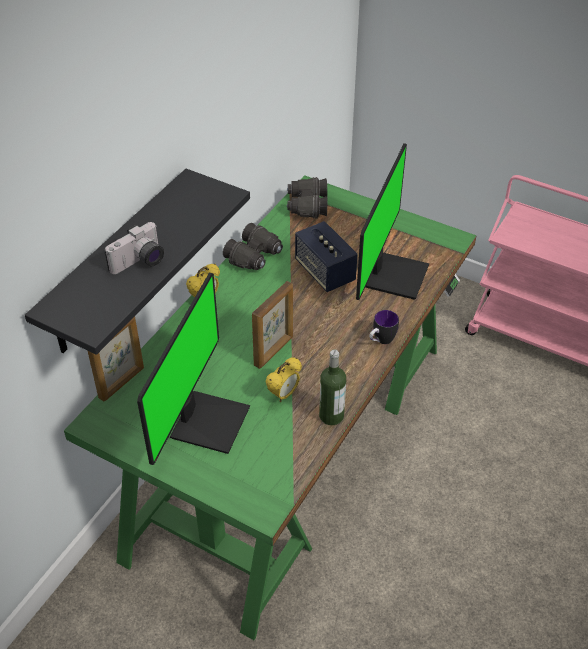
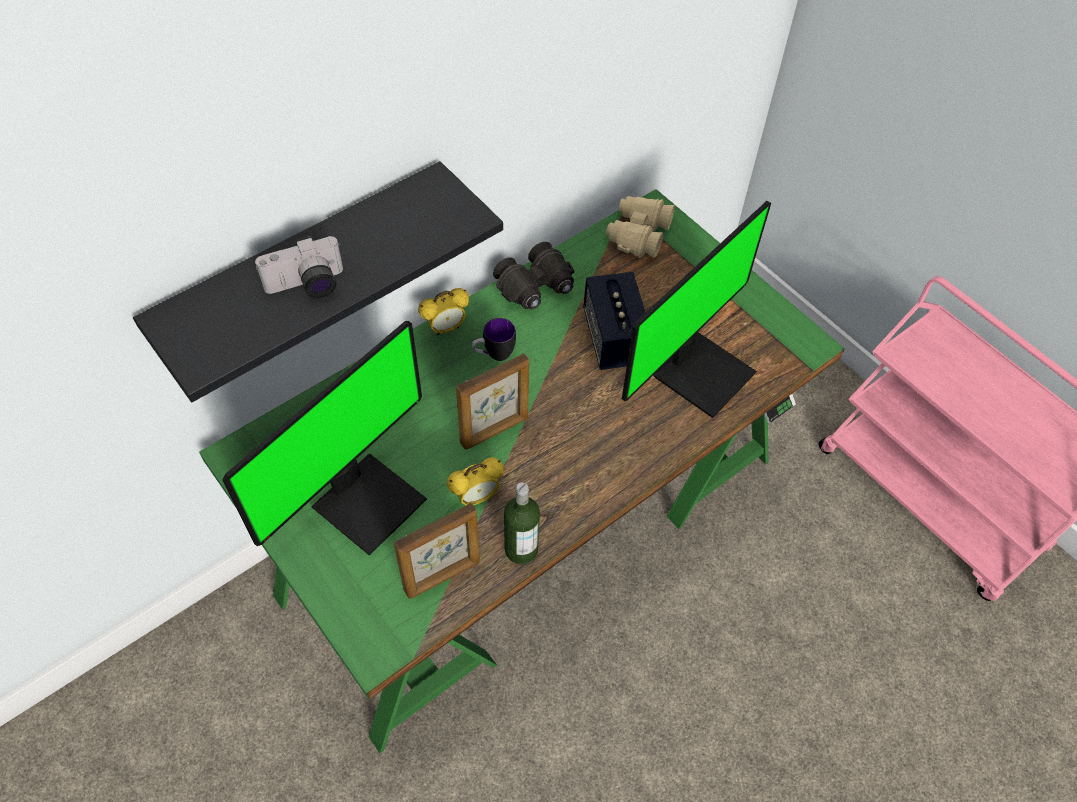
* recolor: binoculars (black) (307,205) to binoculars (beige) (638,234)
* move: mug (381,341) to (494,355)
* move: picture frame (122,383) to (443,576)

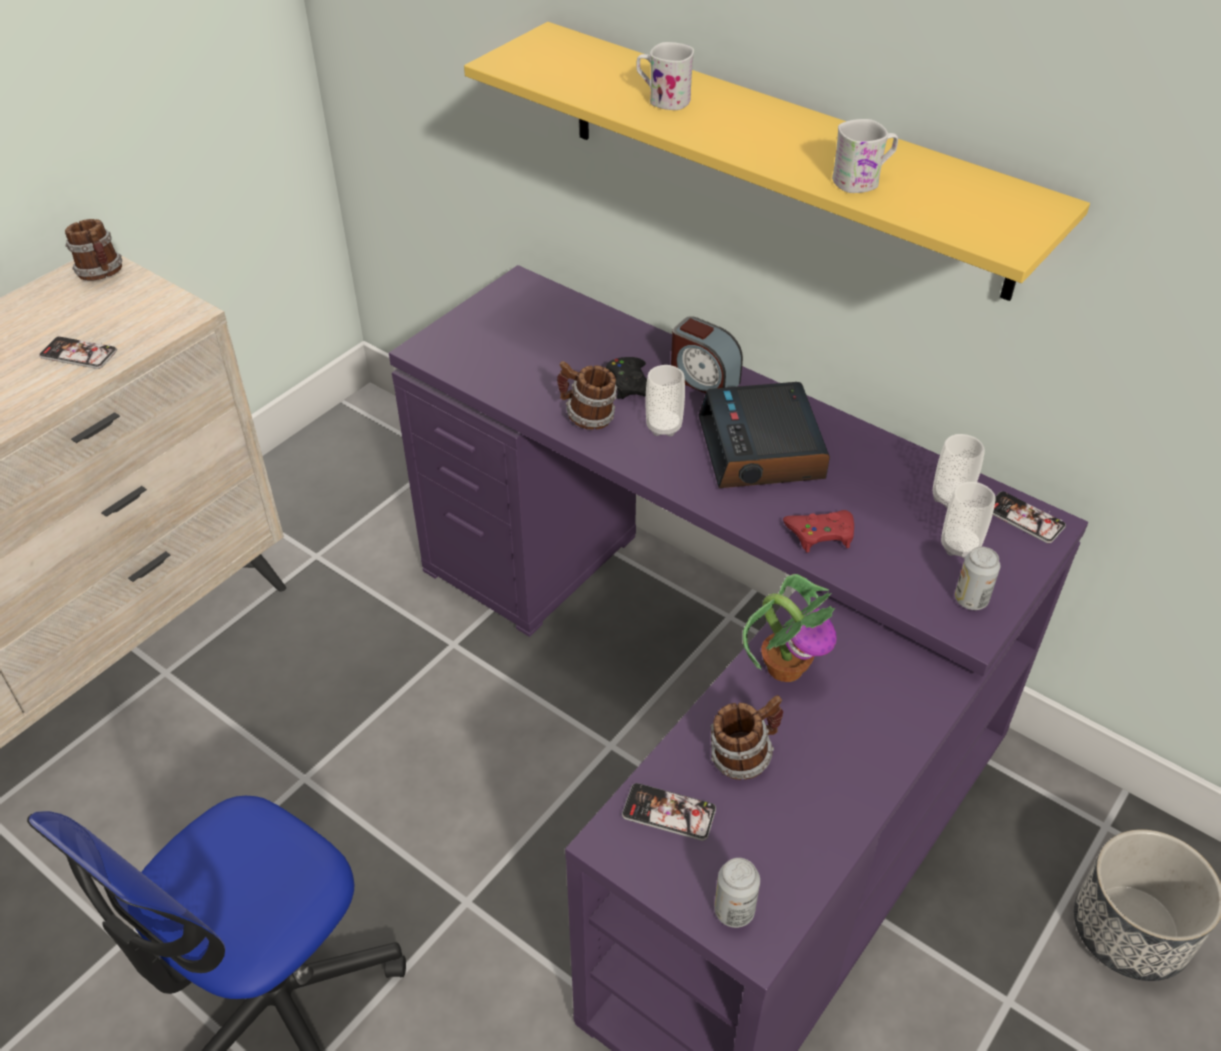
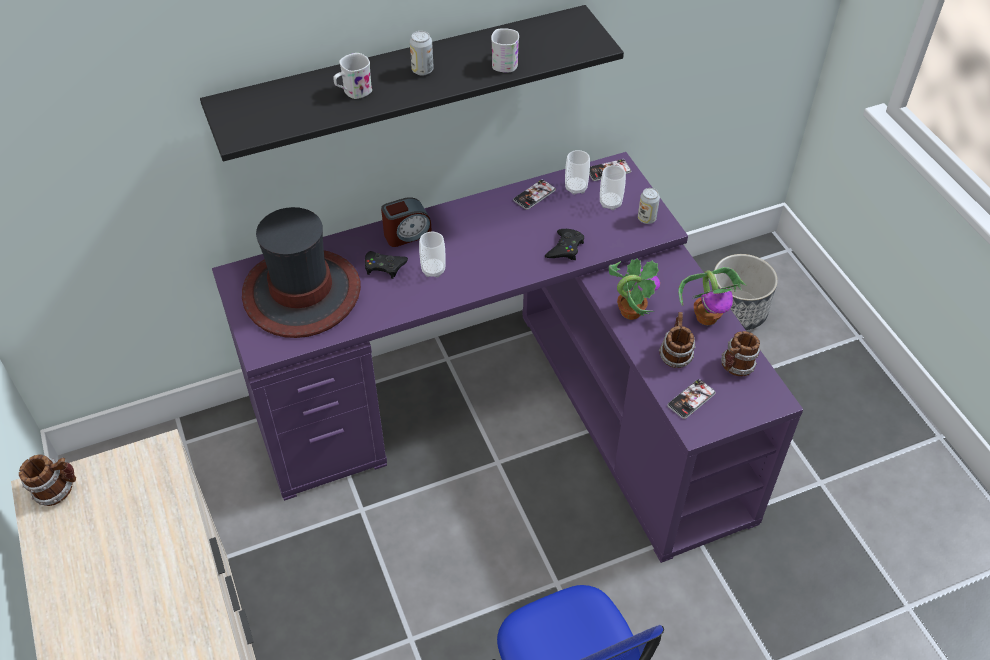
* recolor: shelf (yellow) (783,157) to shelf (black) (403,81)
* move: phone (78,354) to (534,195)
* move: mug (587,417) to (736,367)
* delete: alarm clock (762,449)
* recolor: game controller (red) (821,534) to game controller (black) (565,248)
* move: can (734,911) to (422,70)
* insert: hat (302,293)
* insert: potted plant (707,317)

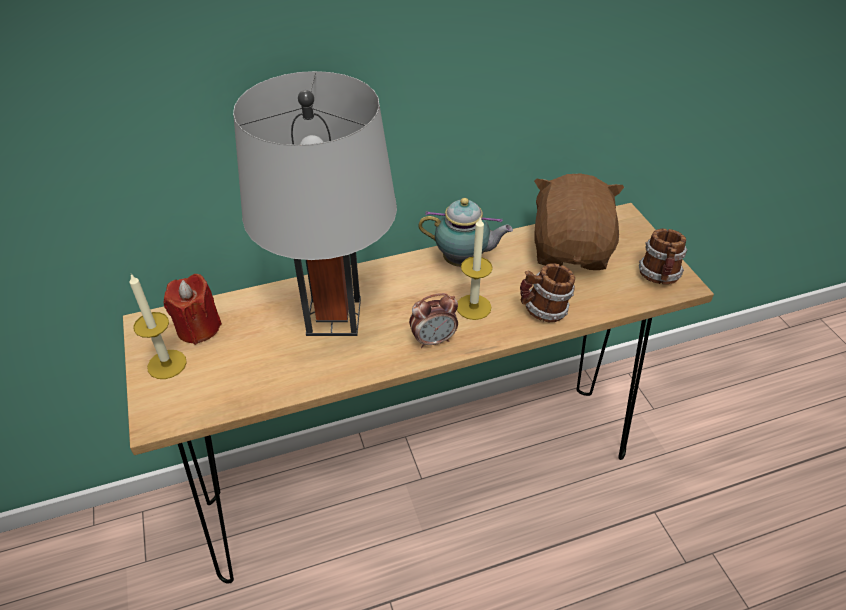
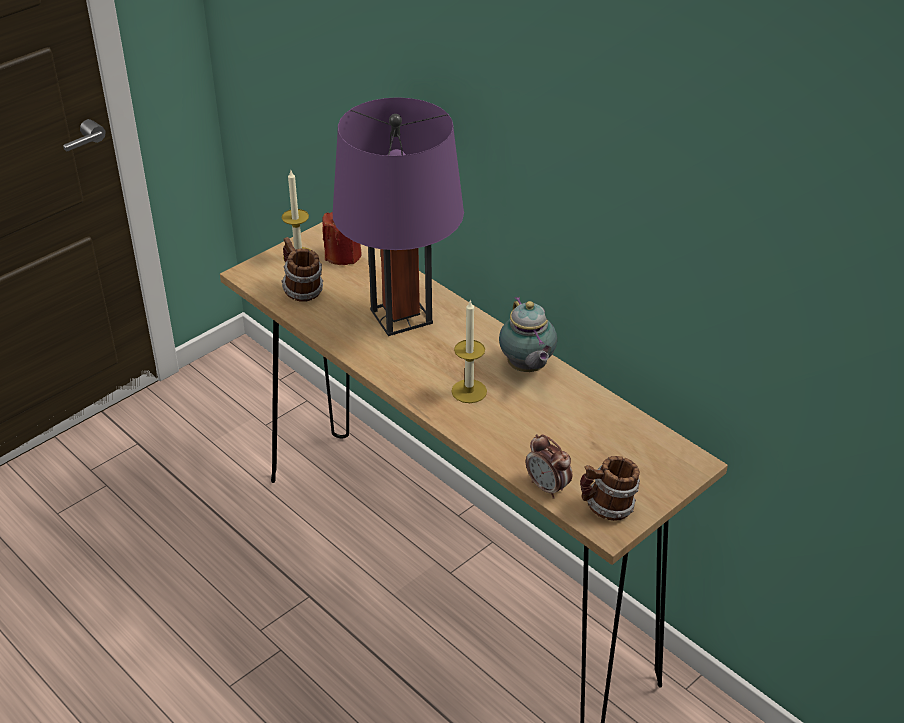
* recolor: table lamp (grey) (334,317) to table lamp (purple) (401,316)
* delete: plush toy (brown) (571,250)
* move: mug (543,311) to (301,290)
* move: alarm clock (433,340) to (547,487)

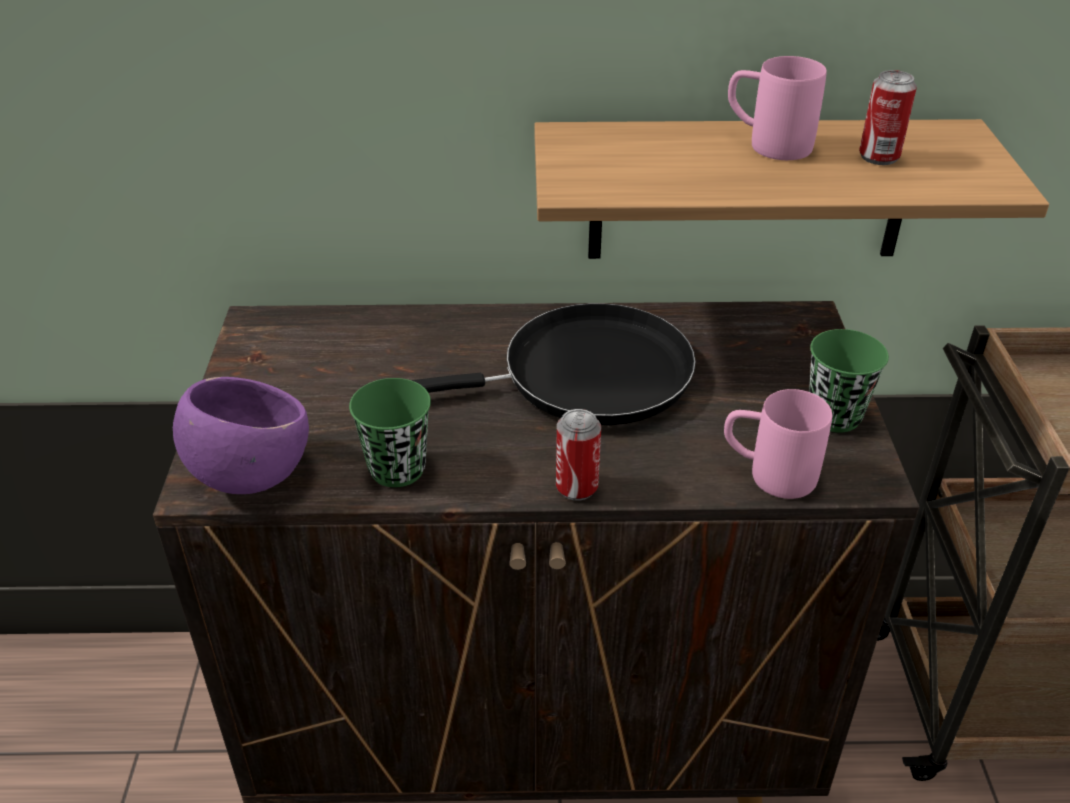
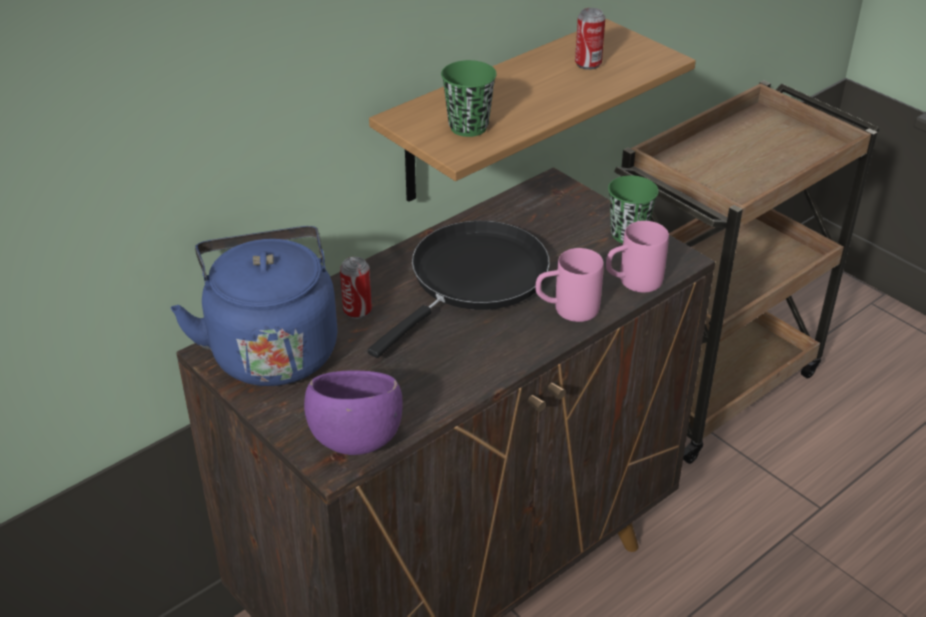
* move: mug (pink) (767,144) to (566,310)
* move: cup (green) (397,469) to (468,127)
* move: can (576,487) to (357,311)
* insert: kettle (blue) (272,348)

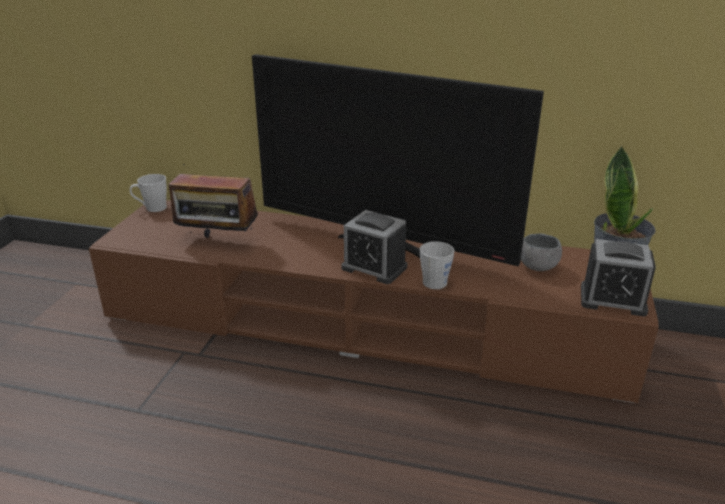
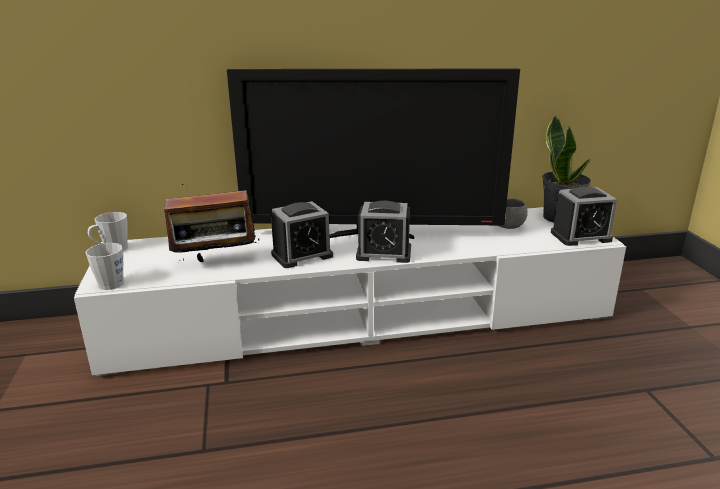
* recolor: tv stand (brown) (363,325) to tv stand (white) (361,317)
* move: mug (grey) (436,280) to (112,281)
* insert: alarm clock (302,255)

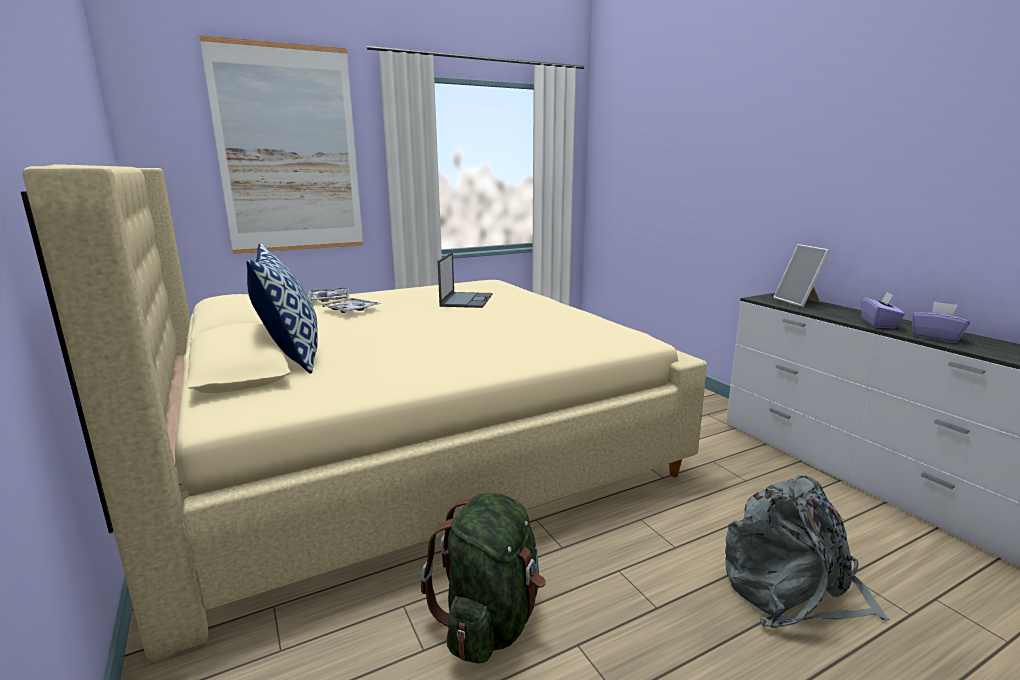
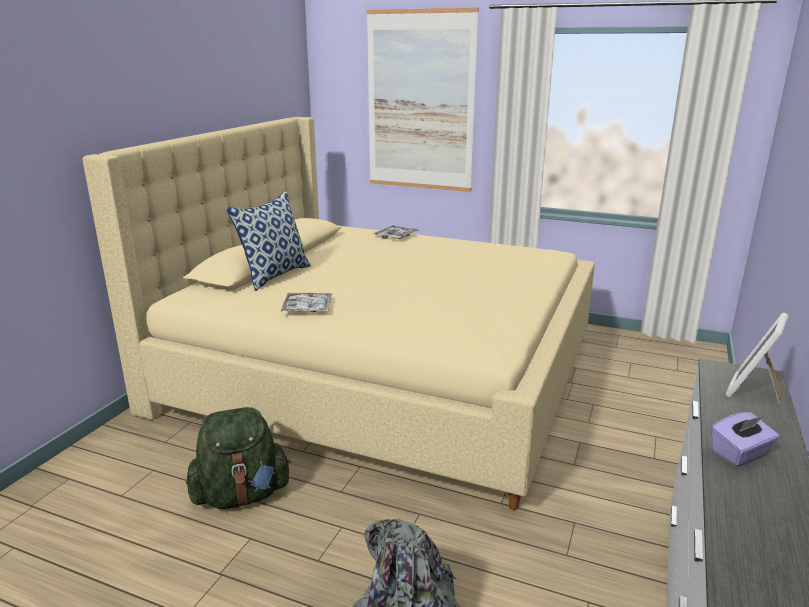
* delete: laptop (466,300)
* move: tray (351,310) to (307,308)
* delete: tissue box (purple) (936,337)

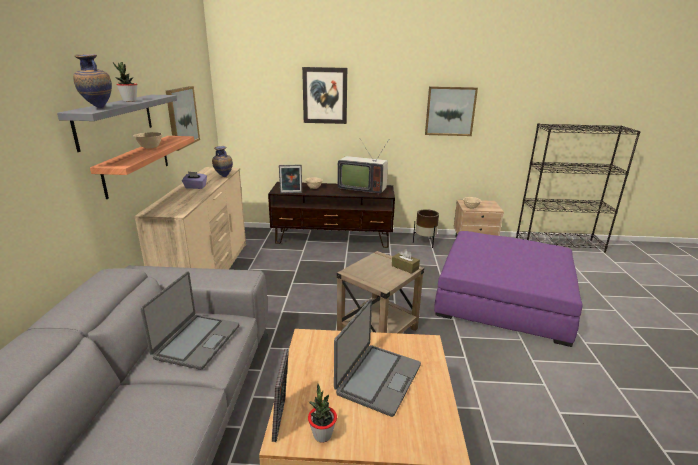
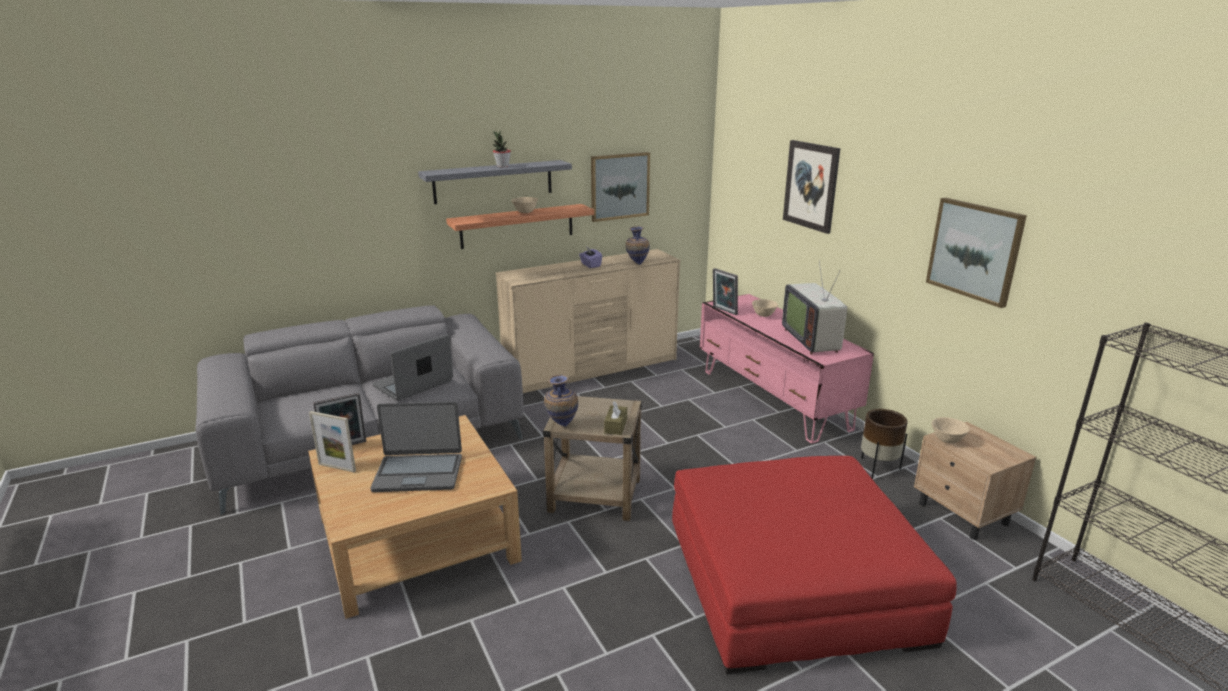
* move: vase (97,108) to (561,425)
* recolor: tv stand (brown) (333,238) to tv stand (pink) (773,399)
* recolor: ottoman (purple) (503,299) to ottoman (red) (793,581)
* rotate: laptop (197,341) = (414,384) 150 degrees clockwise
* replace: potted plant (322,435) to picture frame (337,467)

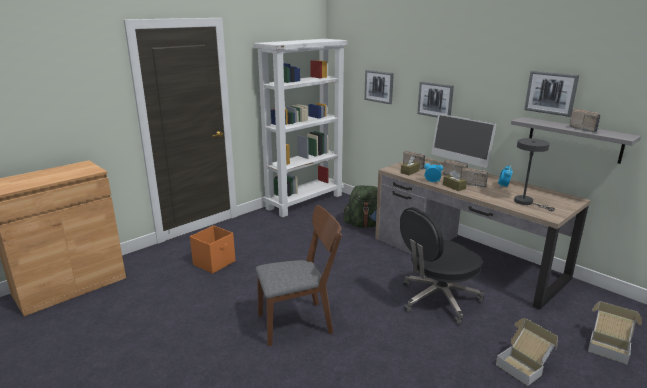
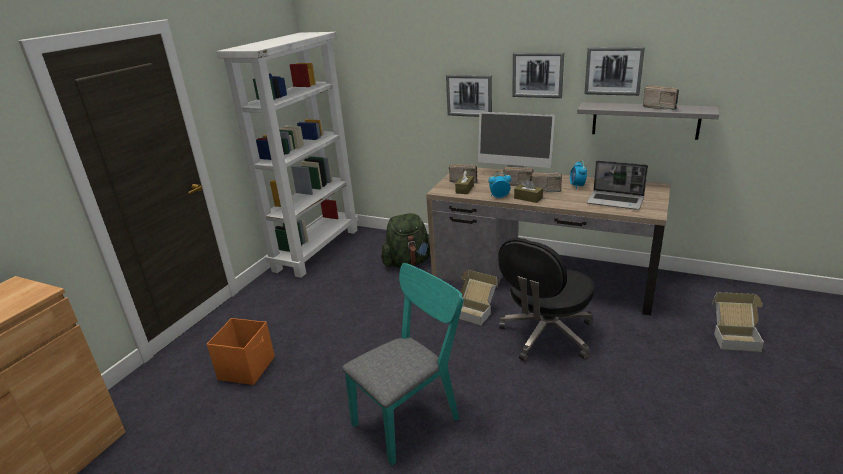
* move: picture (379,86) to (537,75)
* replace: table lamp (grey) (526,202) to laptop (616,201)
* recolor: chair (brown) (300,322) to chair (turquoise) (411,416)
* move: cardboard box (524,366) to (475,311)

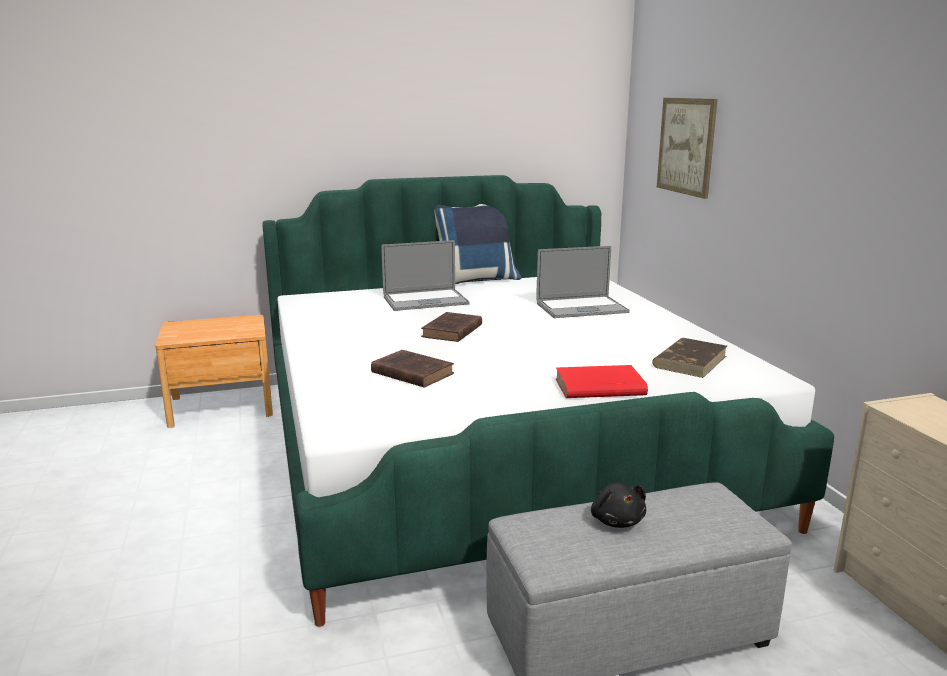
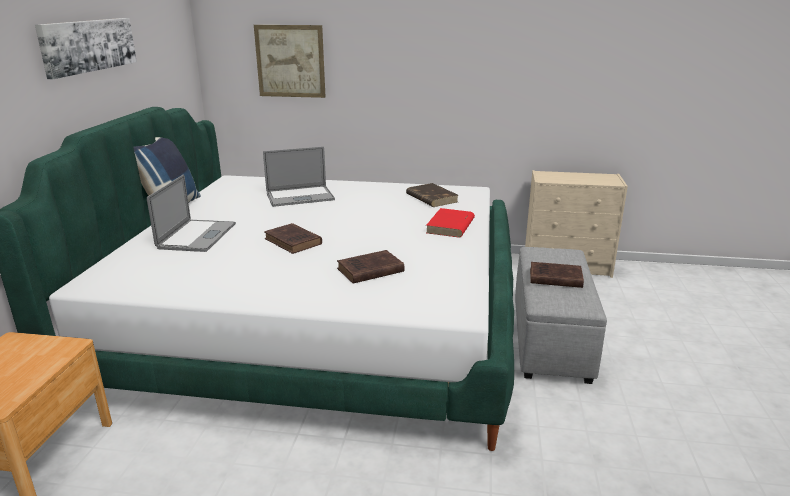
* rotate: laptop (581,308) = (300,196) 60 degrees clockwise
* replace: plush toy (black) (616,520) to book (brown) (553,278)
* insert: picture (88,45)

